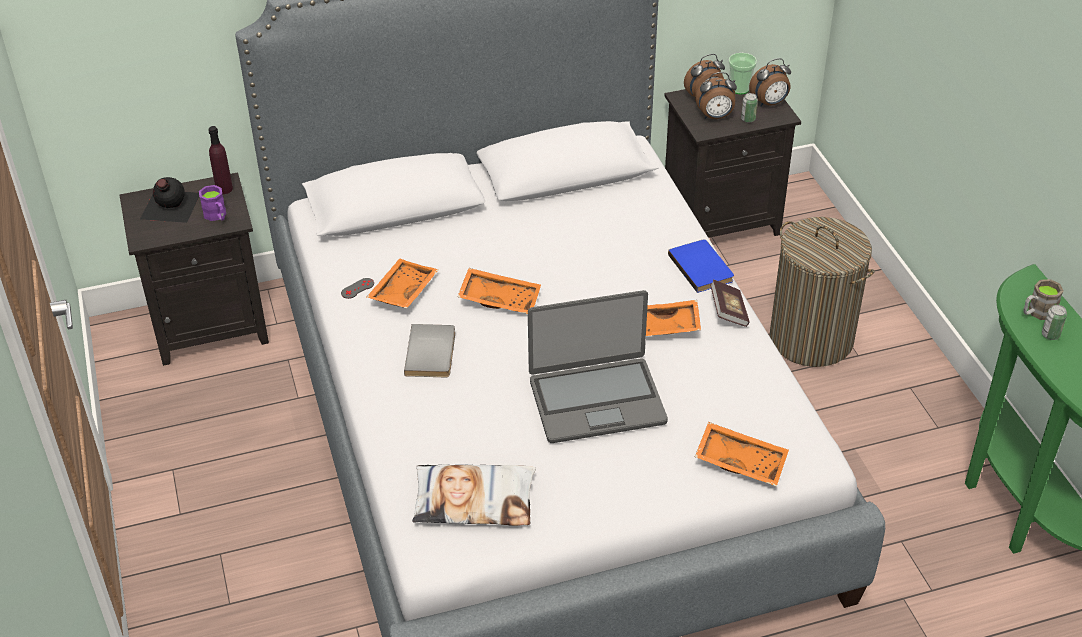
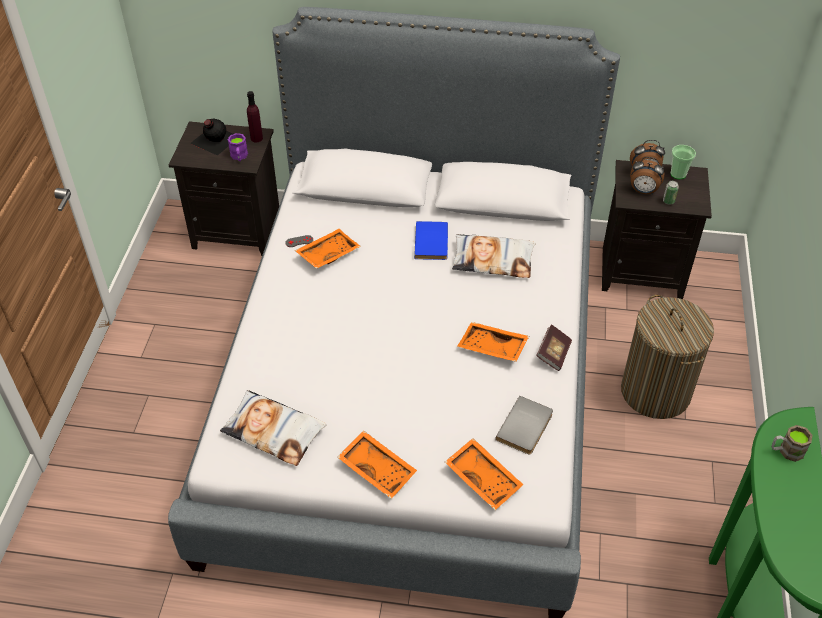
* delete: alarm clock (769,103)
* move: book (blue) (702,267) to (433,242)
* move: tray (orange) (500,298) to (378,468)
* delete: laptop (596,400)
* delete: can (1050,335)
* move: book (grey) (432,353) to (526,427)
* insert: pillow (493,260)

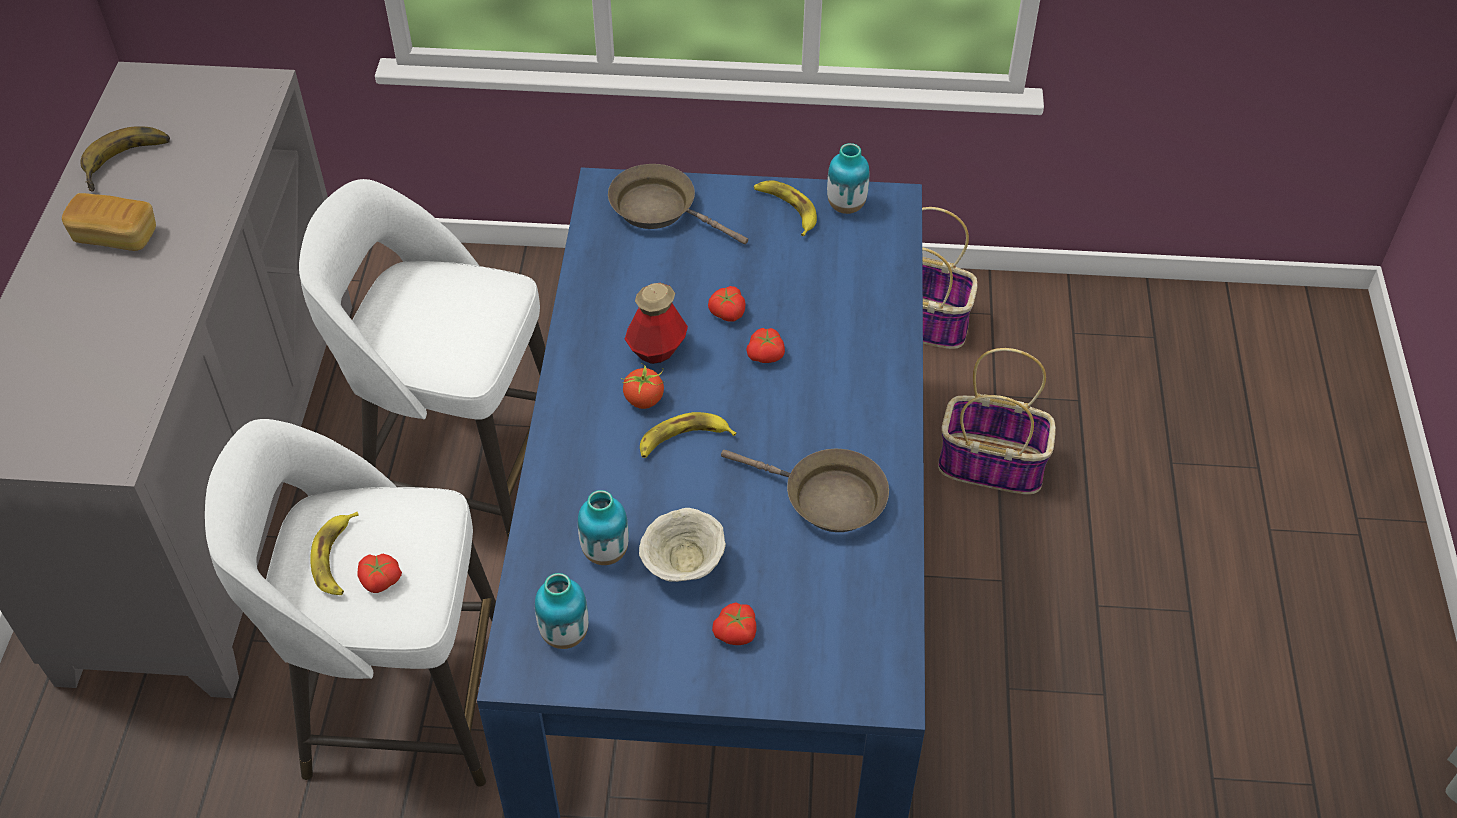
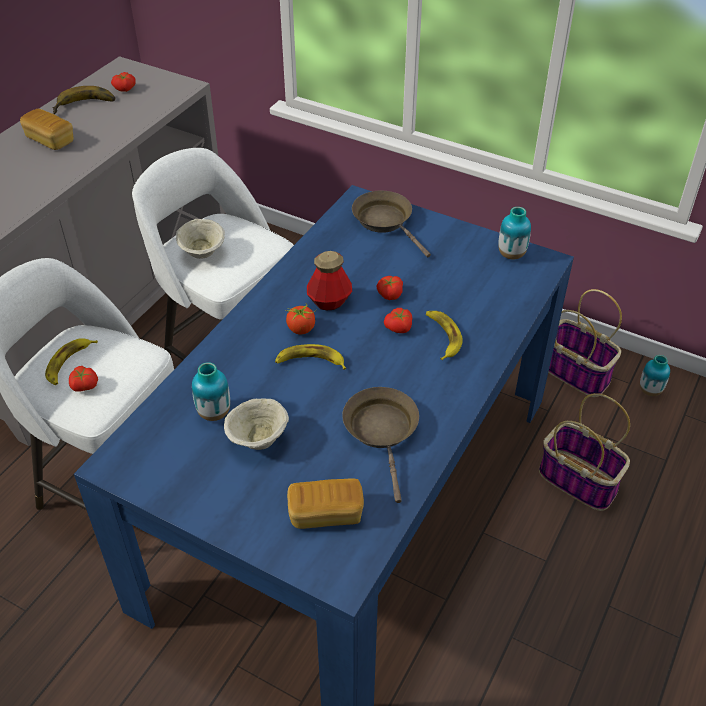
* move: banana (786,209) to (442,336)
* rotate: frying pan (brown) (826,498) = (382,432) 150 degrees counterclockwise
* move: vase (565,635) to (650,391)
* move: tomato (736,633) to (125,89)
* insert: bowl (beige) (203,253)
* insert: bread (326,514)

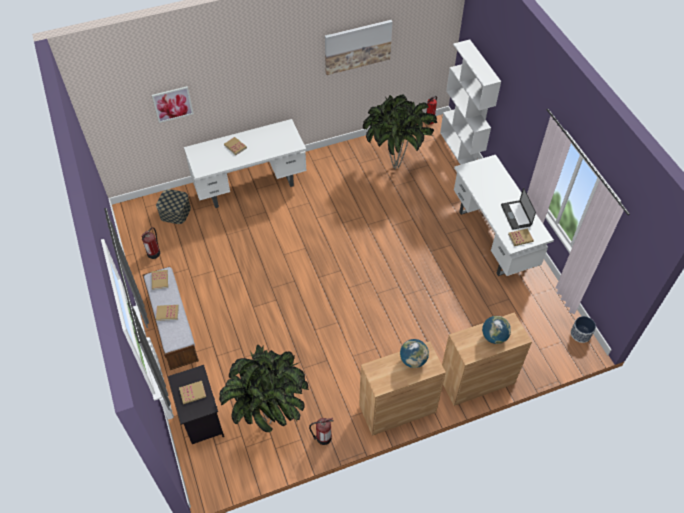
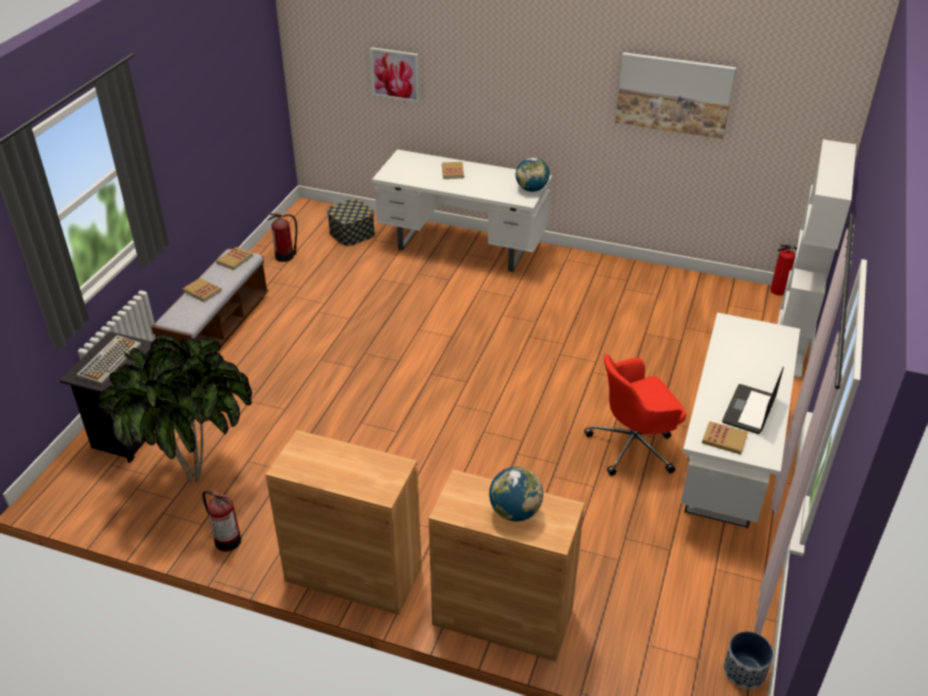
* delete: potted plant (396,166)
* move: globe (413,360) to (531,189)
* replace: book (192,393) to keyboard (109,360)
* insert: office chair (red) (634,446)

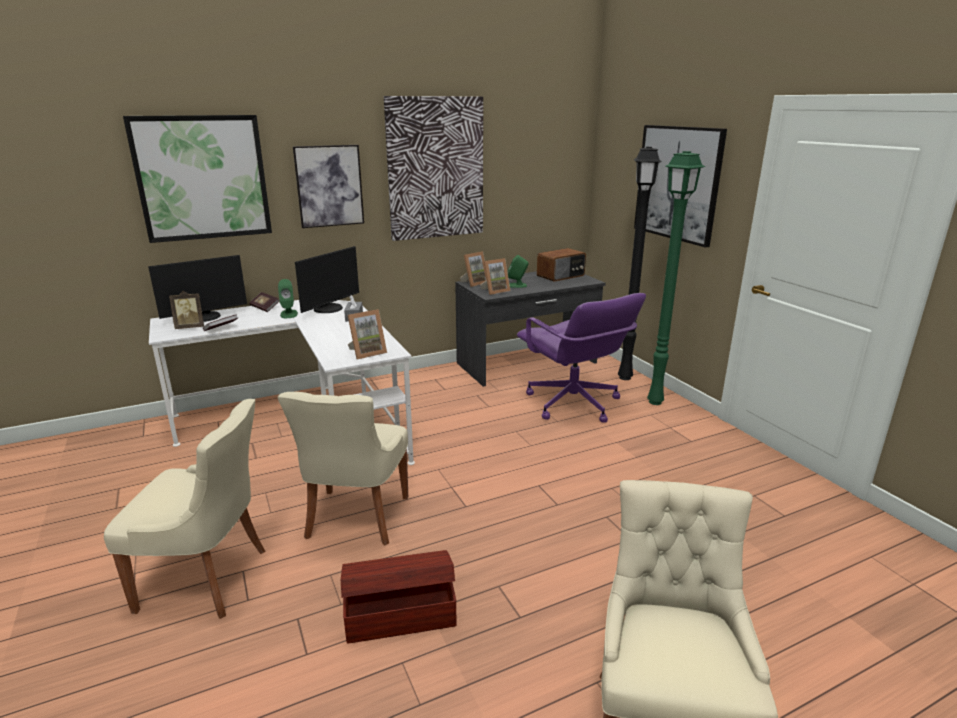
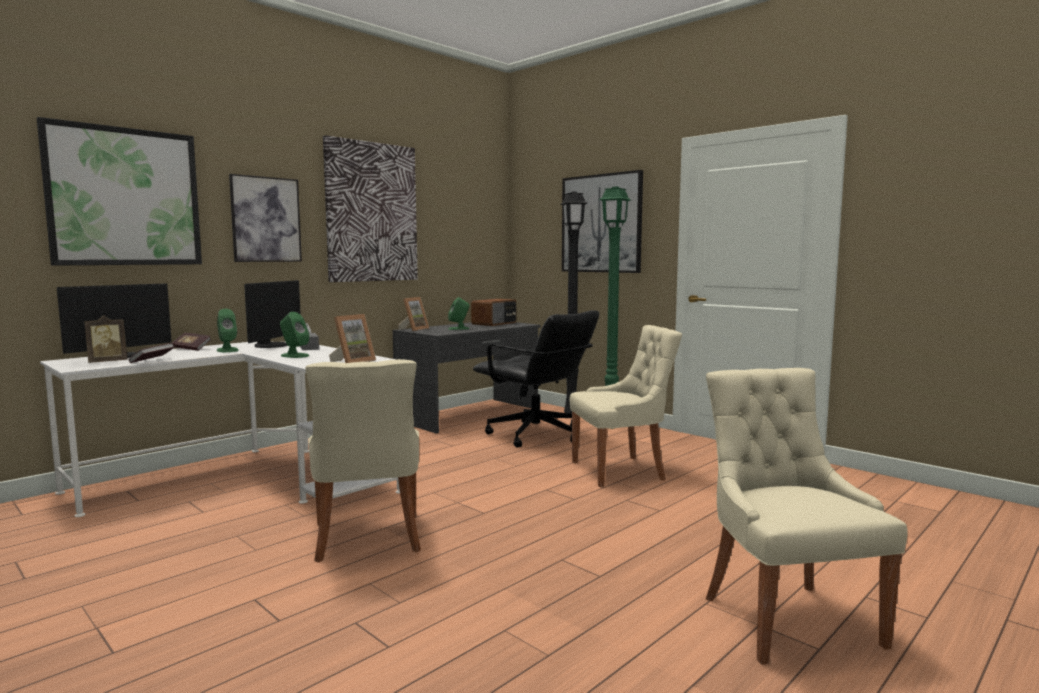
* delete: picture frame (495,291)
* recolor: office chair (purple) (573,404) to office chair (black) (536,435)
* move: chair (beige) (208,579) to (621,470)
* delete: storage box (brown) (399,614)
* insert: speaker (green) (294,355)

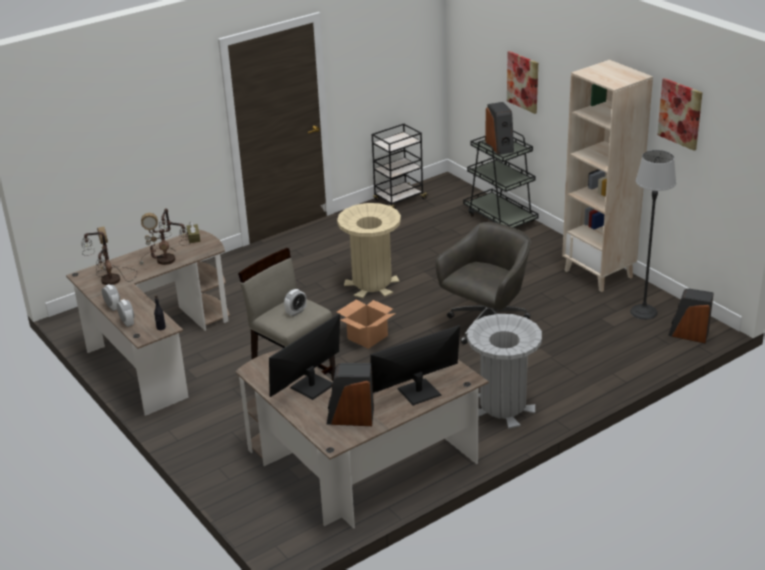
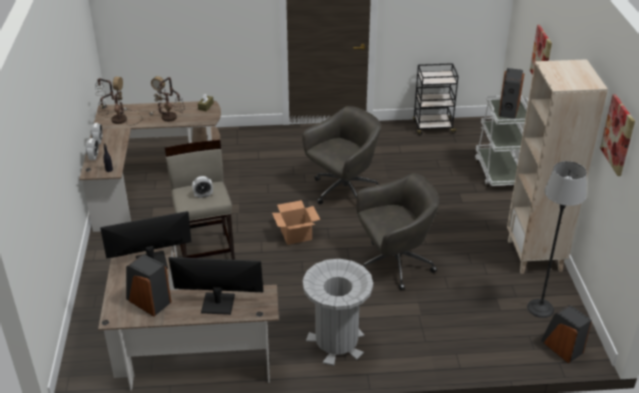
* recolor: cart (black) (500,218) to cart (white) (499,172)
* replace: trash can (beige) (372,284) to office chair (grey) (343,191)

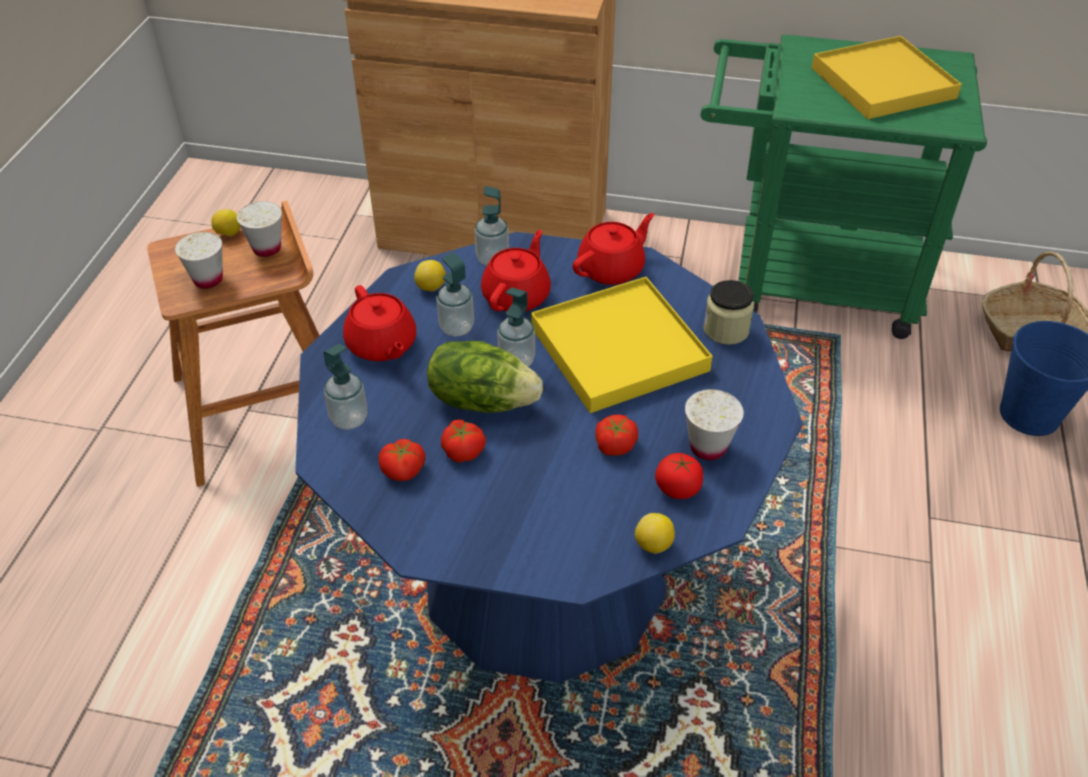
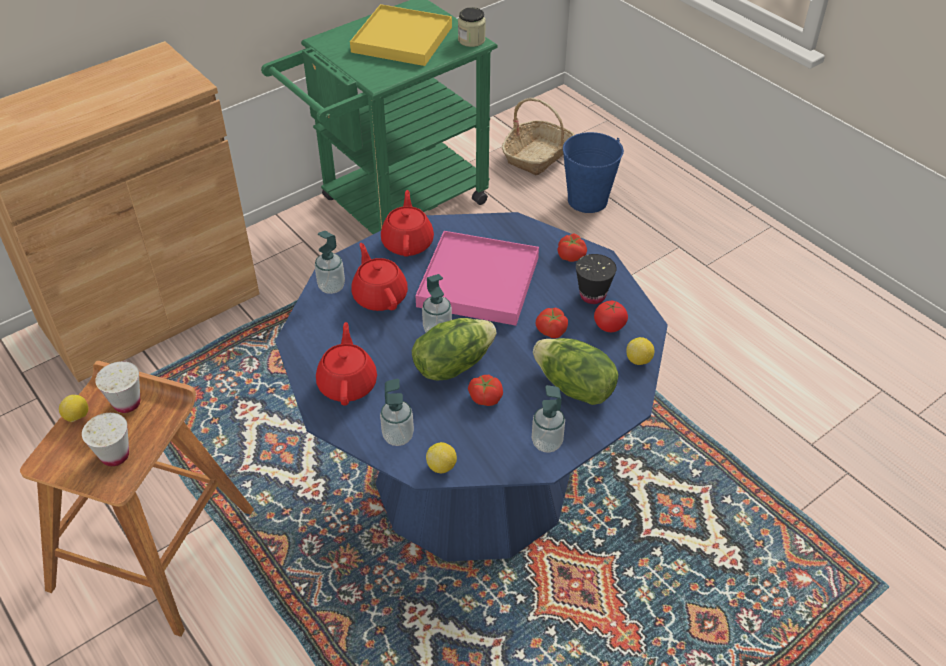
* move: soap dispenser (456,327) to (547,443)
* move: lemon (431,288) to (442,466)
* recolor: tray (yellow) (618,349) to tray (pink) (478,282)
* move: jar (726,330) to (471,40)
* rotate: teapot (red) (382,345) = (348,383) 105 degrees counterclockwise
* recolor: cup (white) (708,447) to cup (black) (592,295)
* move: tomato (403,470) to (571,255)
* insert: lettuce (573,387)

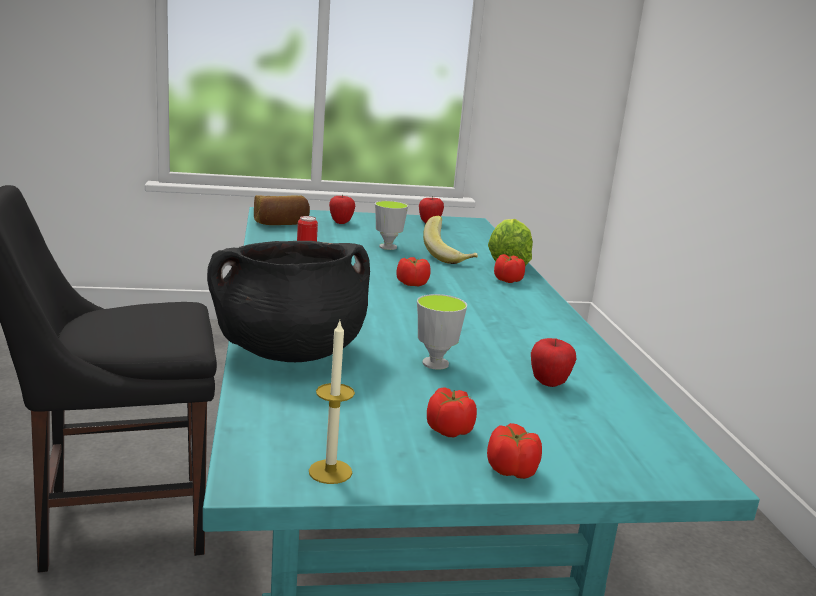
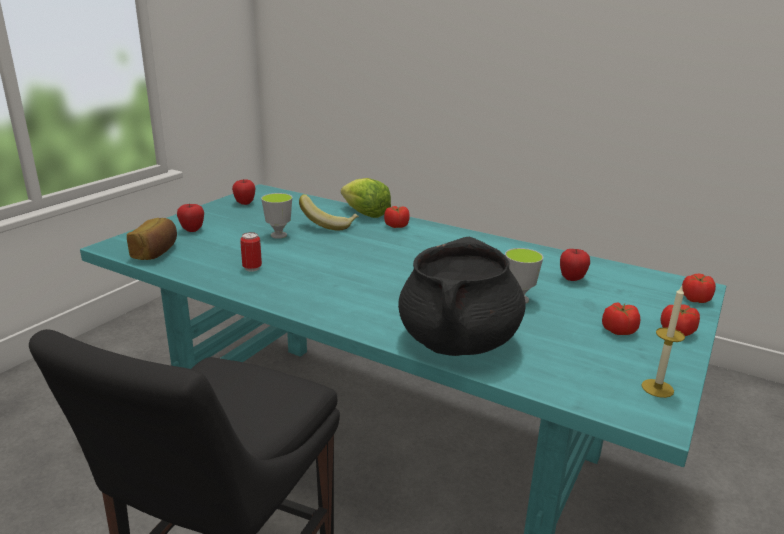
* move: tomato (412,284) to (695,299)

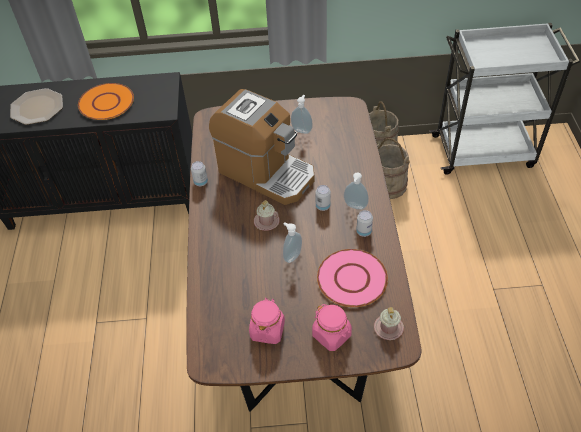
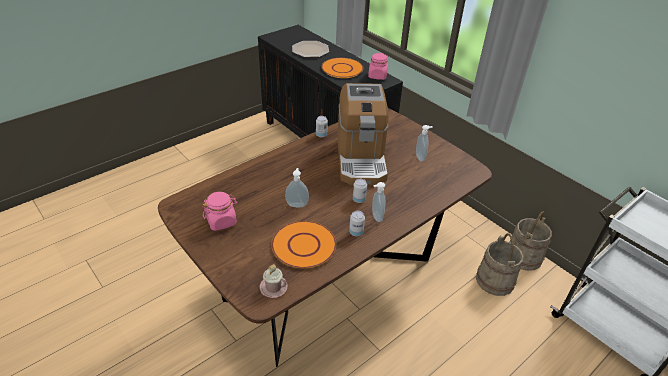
* delete: mug (pink) (266,221)
* recolor: plate (pink) (351,278) to plate (orange) (303,245)
* move: jar (pink) (332,335) to (377,76)

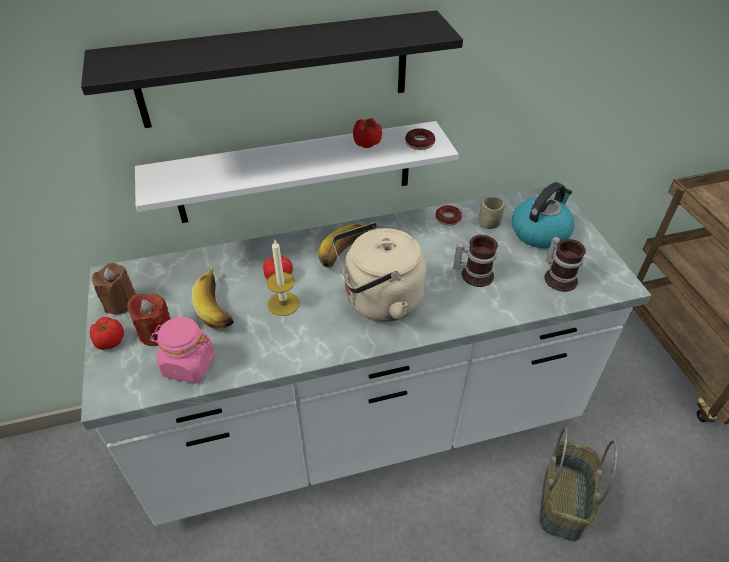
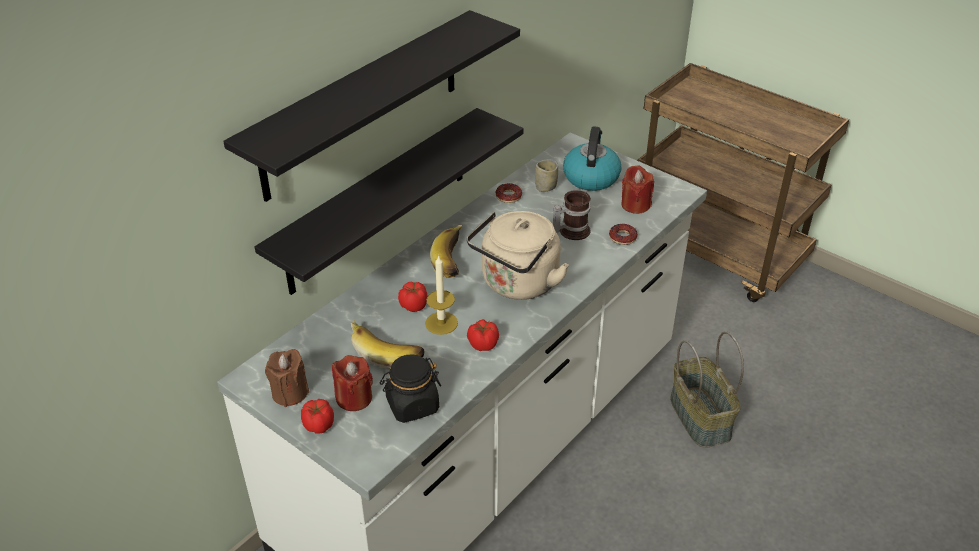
* move: tomato (366,143) to (482,344)
* recolor: shelf (white) (295,173) to shelf (black) (378,201)
* move: donut (419,143) to (622,237)
* replace: mug (559,277) to candle (red) (635,205)
* recolor: jar (pink) (188,364) to jar (black) (412,405)

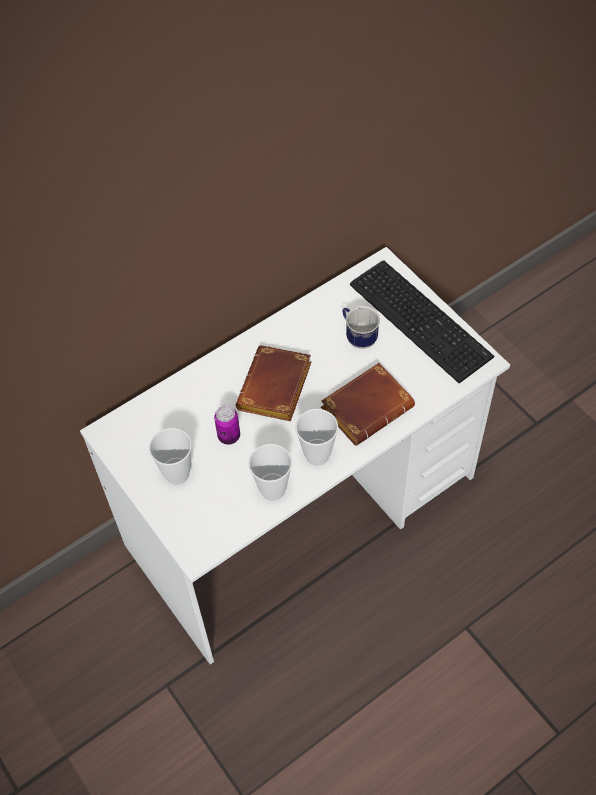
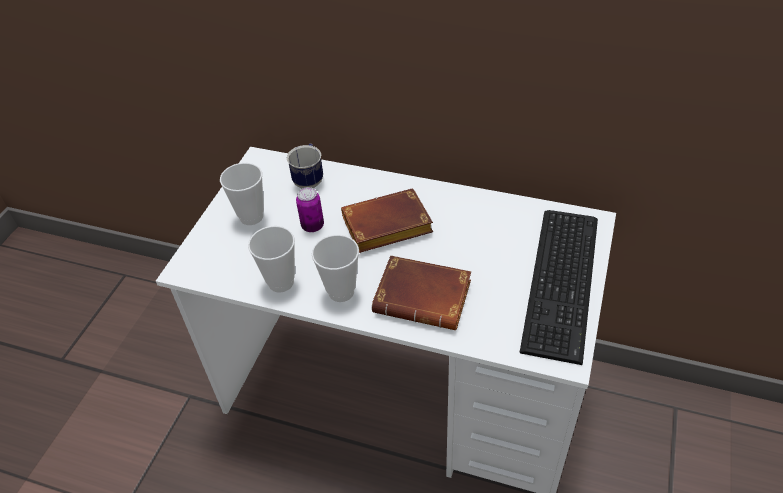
* move: mug (358,337) to (309,179)

